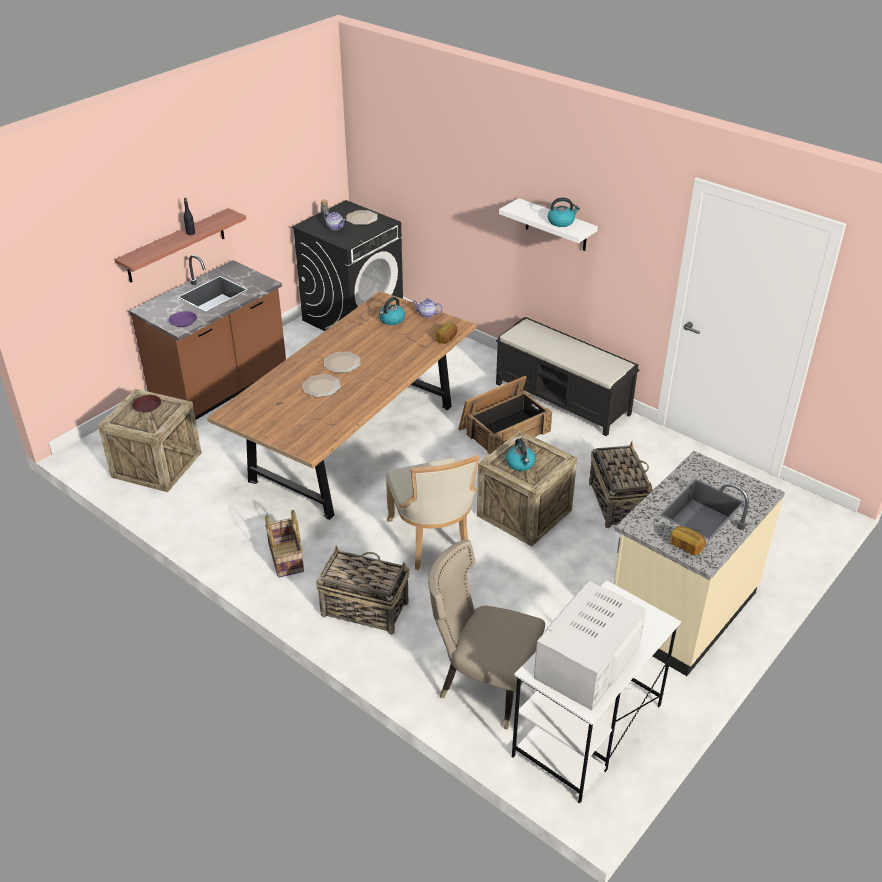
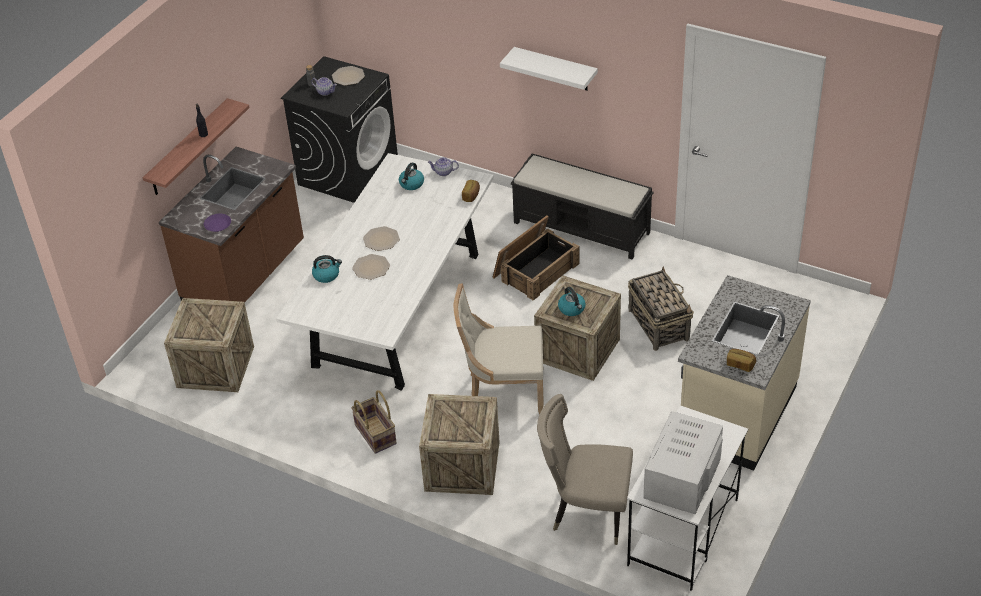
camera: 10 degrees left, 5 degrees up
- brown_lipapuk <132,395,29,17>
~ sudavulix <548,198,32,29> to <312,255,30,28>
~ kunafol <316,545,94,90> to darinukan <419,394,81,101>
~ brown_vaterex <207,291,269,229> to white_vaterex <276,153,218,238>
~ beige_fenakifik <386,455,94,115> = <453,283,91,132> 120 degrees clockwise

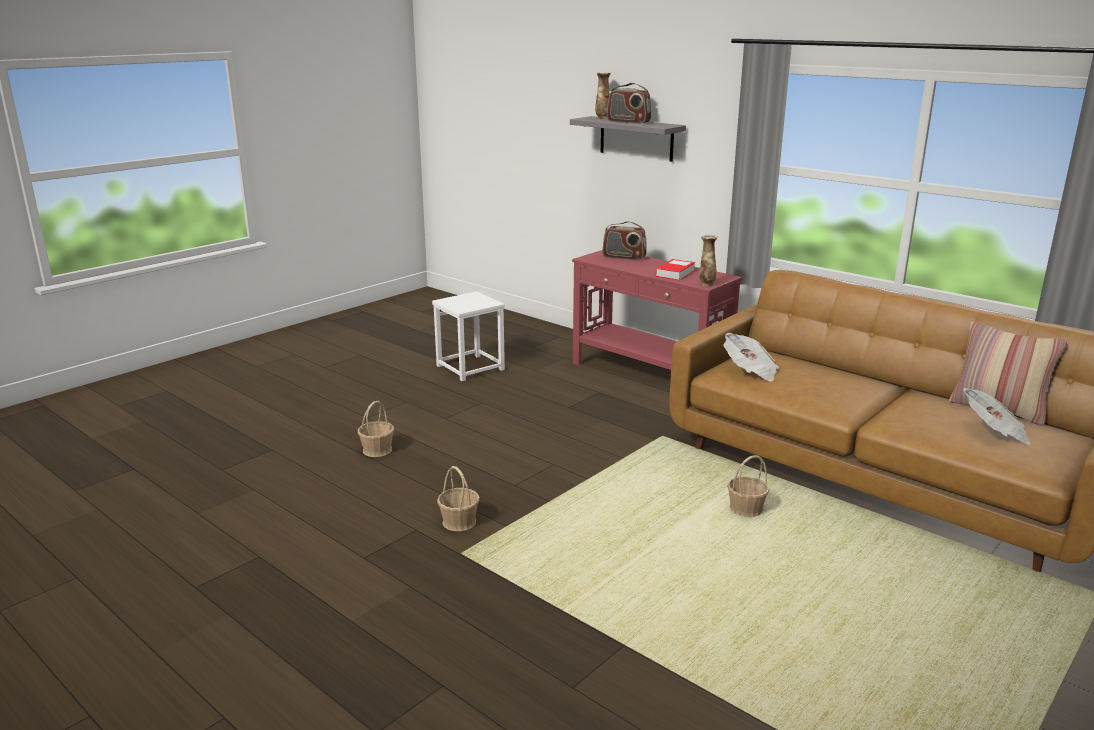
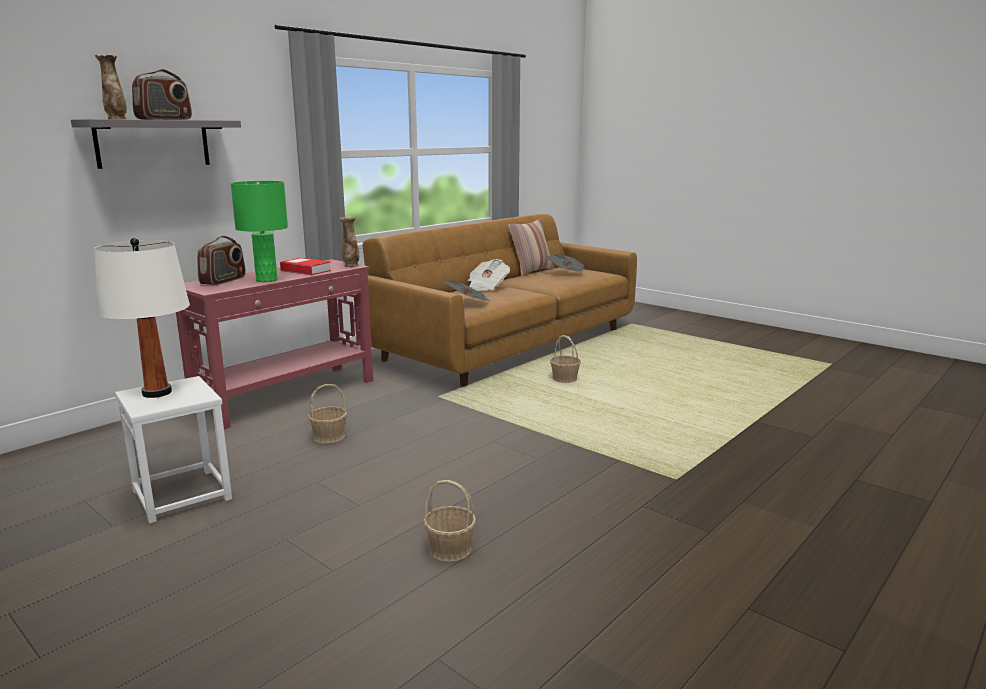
camera: 90 degrees left, 5 degrees down
+ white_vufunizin <94,238,96,160>
+ green_vufunizin <230,181,58,101>
+ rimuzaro <468,259,42,32>
~ kunafol <437,466,43,65> to <308,384,39,59>

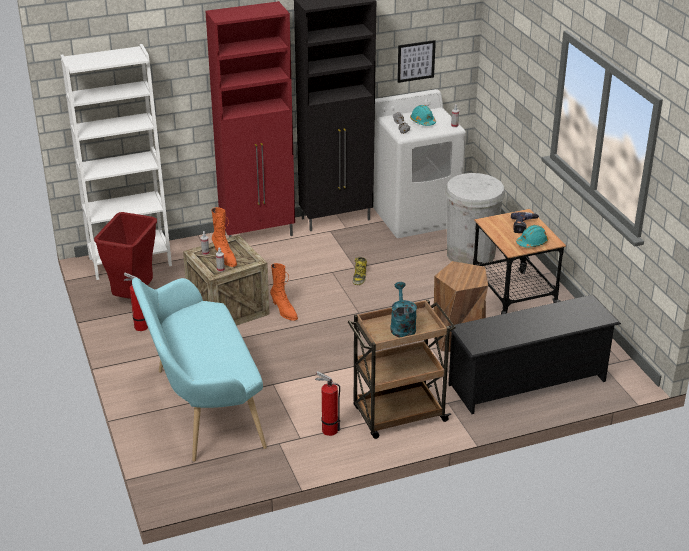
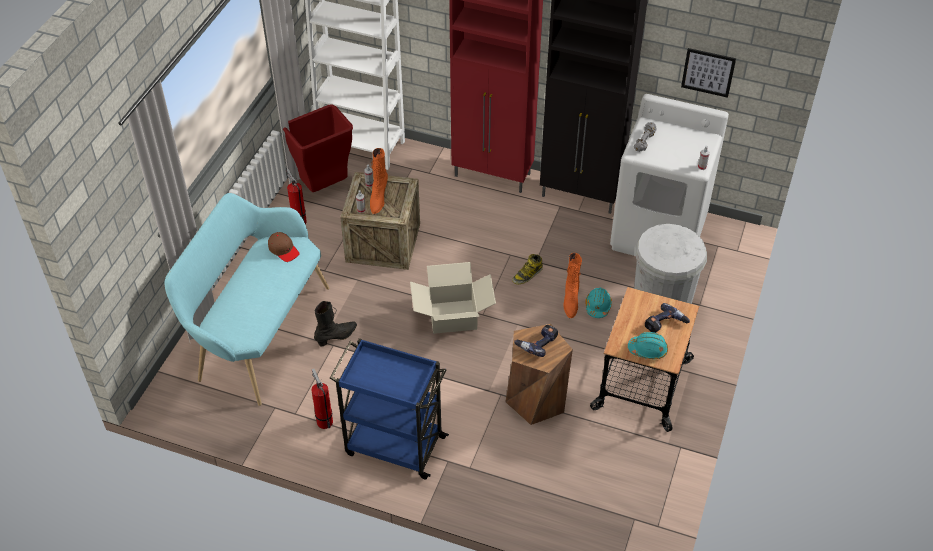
camera: 40 degrees right, 15 degrees up
- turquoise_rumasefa <390,282,27,56>
- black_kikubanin <448,294,173,120>
+ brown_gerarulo <268,232,31,30>
+ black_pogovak <314,301,43,46>
+ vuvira <410,262,86,72>
+ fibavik <514,325,44,32>
~ orange_pogovak <270,263,28,58> to <563,253,19,65>
~ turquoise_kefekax <410,105,26,21> to <585,288,27,30>
~ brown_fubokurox <348,299,108,140> to blue_fubokurox <330,338,119,141>

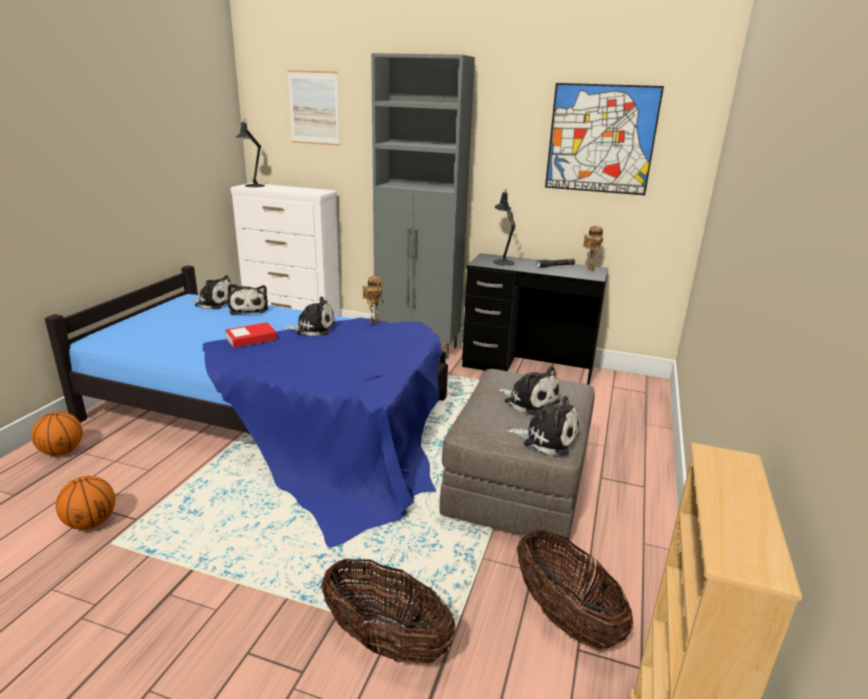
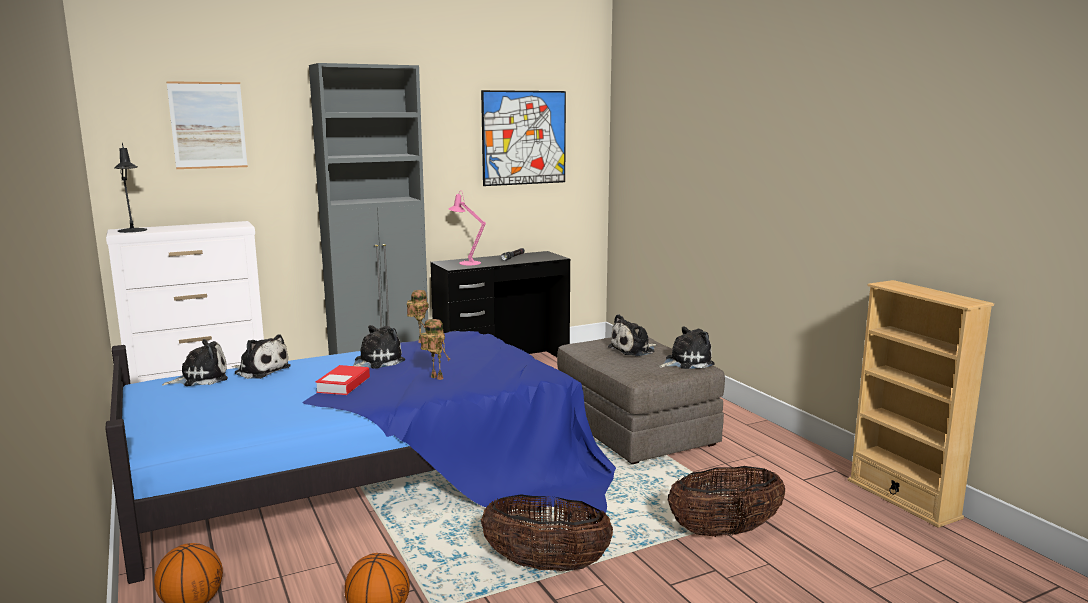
camera: 45 degrees left, 10 degrees down
~ kunafol <517,530,116,120> to <481,494,132,77>
~ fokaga <583,226,20,46> to <420,319,30,61>
~ black_vufunizin <493,189,23,77> to pink_vufunizin <449,192,37,73>
~ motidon <498,366,62,49> = <608,314,49,42> 150 degrees clockwise

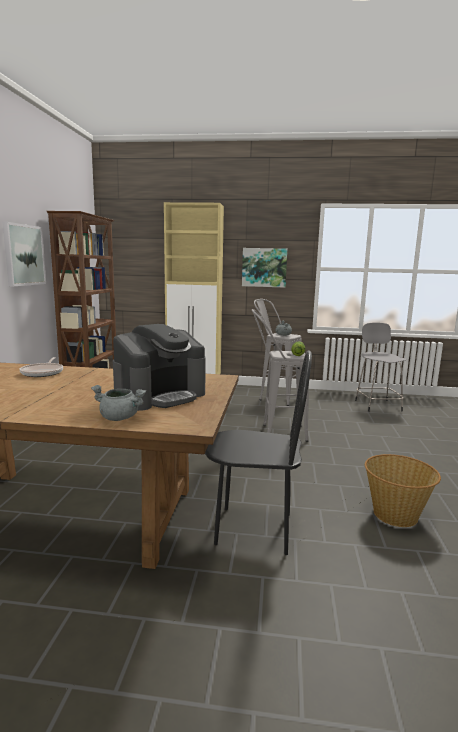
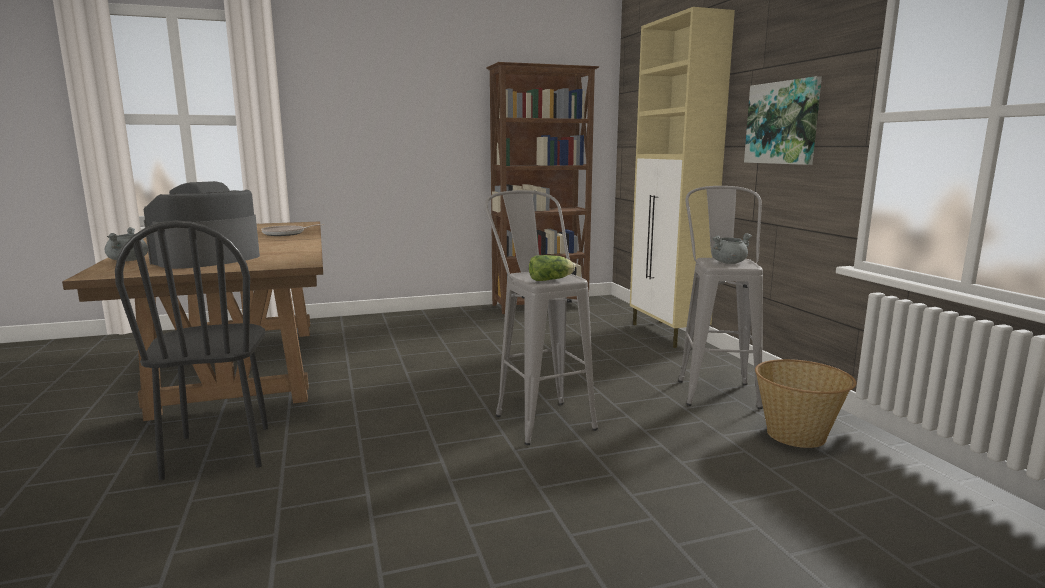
camera: 65 degrees right, 0 degrees up
- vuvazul <2,222,44,64>
- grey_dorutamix <355,323,51,89>
~ kunafol <365,454,76,73> to <755,359,102,89>
~ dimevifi <113,324,93,87> = <144,181,116,88> 105 degrees clockwise

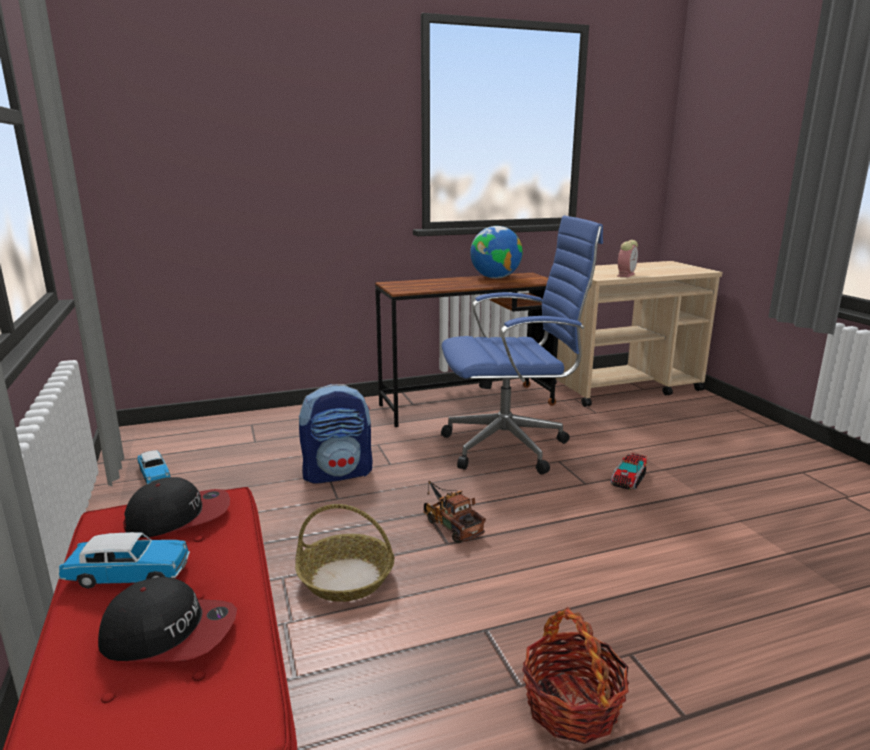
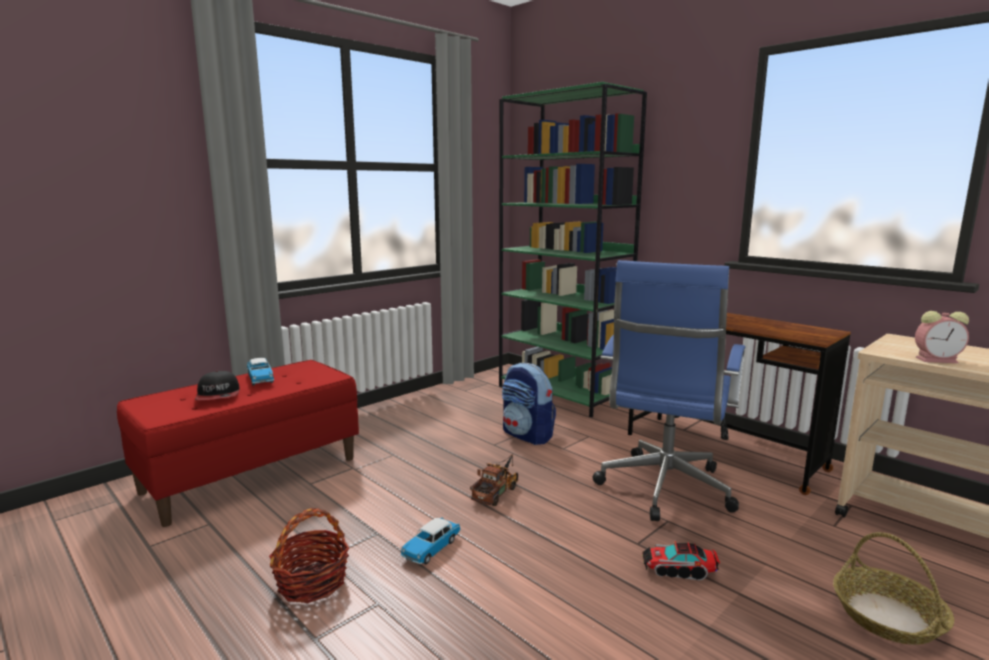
camera: 65 degrees right, 5 degrees down
- gerarulo <124,477,106,61>
- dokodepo <470,226,52,53>
+ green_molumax <499,82,148,336>
~ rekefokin <137,450,33,35> to <401,518,60,46>
~ kunafol <295,504,100,98> to <833,532,121,113>
~ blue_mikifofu <441,215,162,260> = <593,260,152,261> 60 degrees clockwise

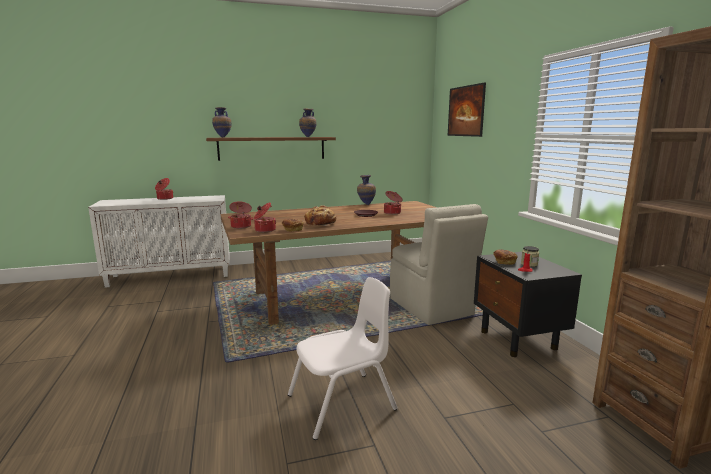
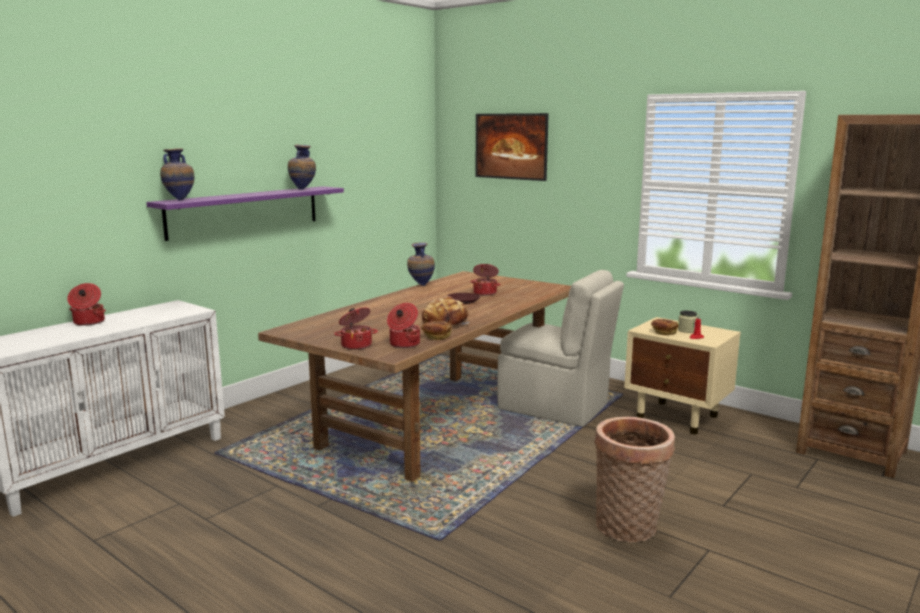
camera: 35 degrees left, 0 degrees up
~ white_fenakifik <288,277,110,163> to kunafol <594,417,81,125>
~ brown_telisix <206,137,130,24> to purple_telisix <146,186,198,55>
~ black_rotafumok <474,252,108,105> to beige_rotafumok <624,317,117,117>

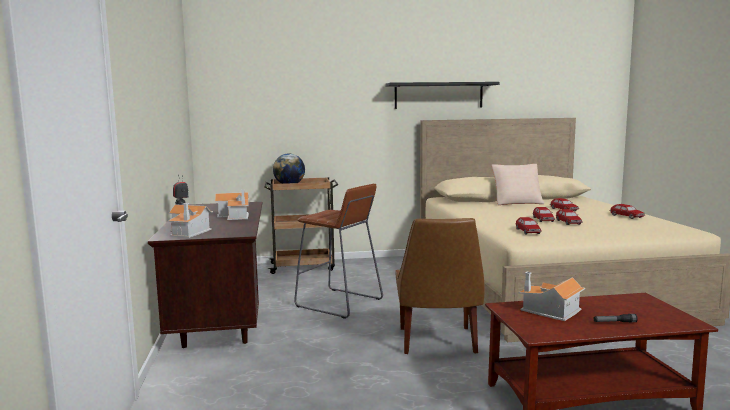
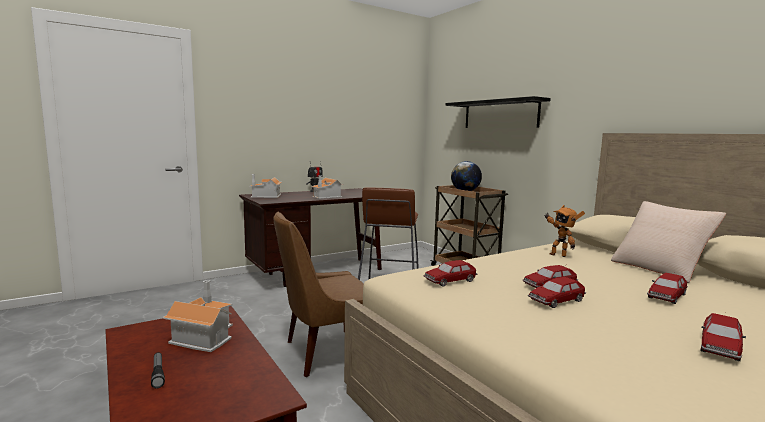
camera: 65 degrees right, 0 degrees up
+ fokaga <545,205,40,52>
~ black_telisix <385,82,114,27> to <445,96,106,32>

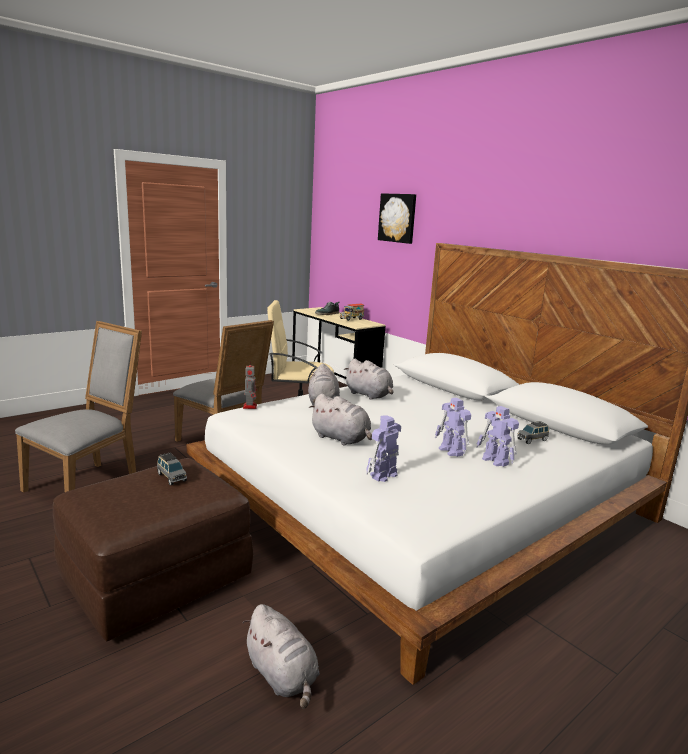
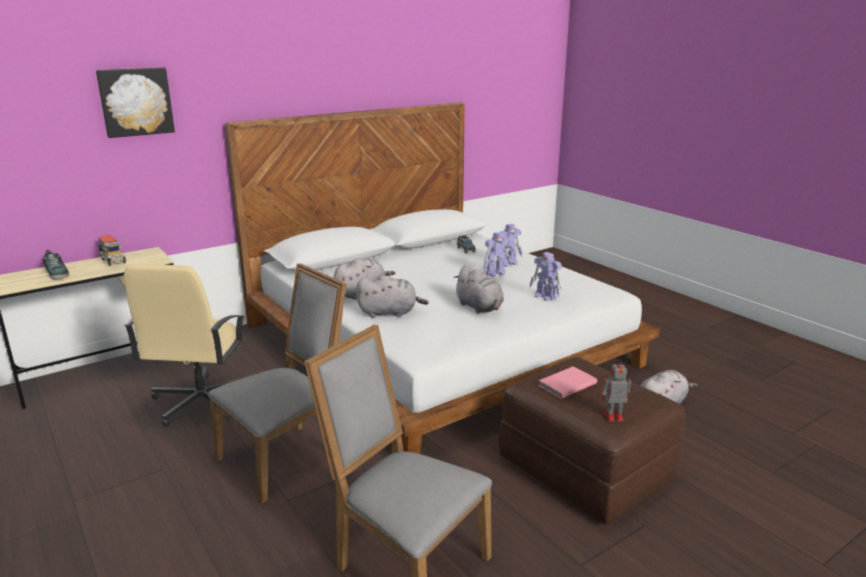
camera: 85 degrees left, 5 degrees up
~ fokaga <243,365,14,44> to <601,359,30,62>
~ grey_rekefokin <157,453,30,33> to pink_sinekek <538,366,59,33>
~ grey_motidon <309,394,63,52> = <453,266,51,47> 105 degrees clockwise

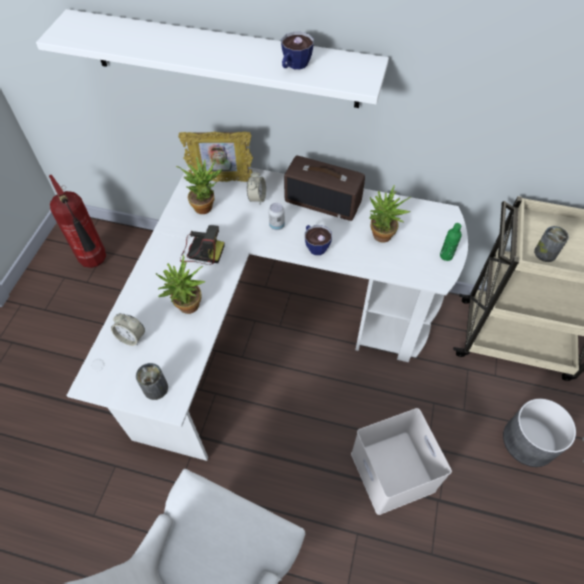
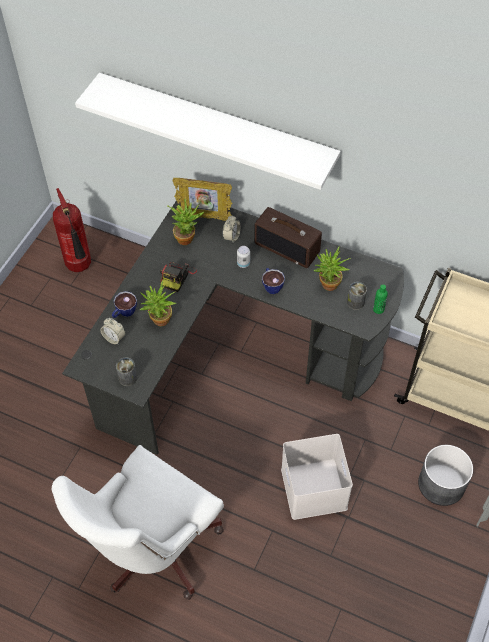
camera: 10 degrees right, 0 degrees up
~ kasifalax <281,32,33,38> to <112,291,25,27>
~ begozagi <534,226,35,36> to <347,282,20,28>
~ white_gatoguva <66,161,402,300> to black_gatoguva <62,200,342,255>
~ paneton <180,225,44,40> = <160,262,37,30> 90 degrees clockwise

